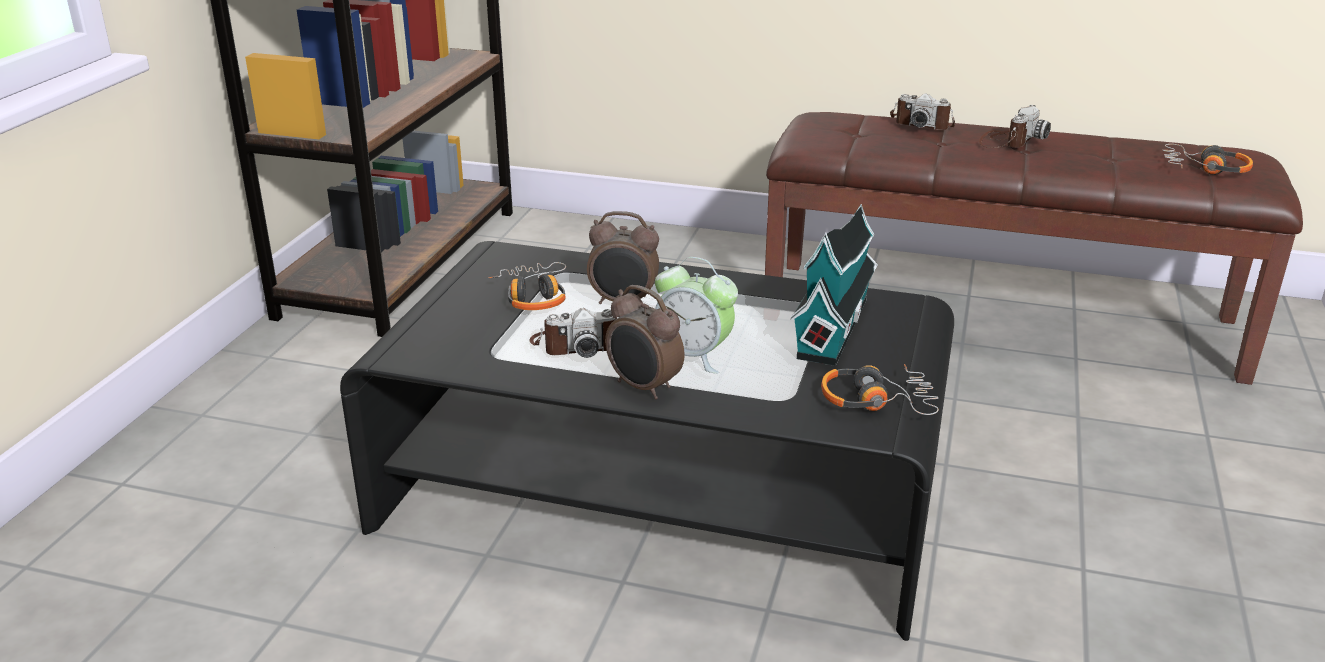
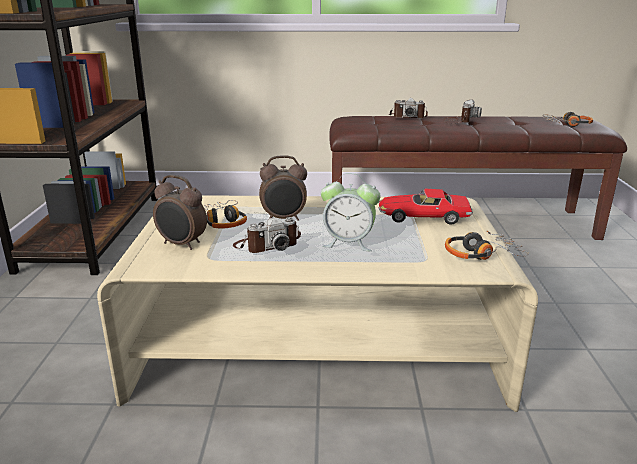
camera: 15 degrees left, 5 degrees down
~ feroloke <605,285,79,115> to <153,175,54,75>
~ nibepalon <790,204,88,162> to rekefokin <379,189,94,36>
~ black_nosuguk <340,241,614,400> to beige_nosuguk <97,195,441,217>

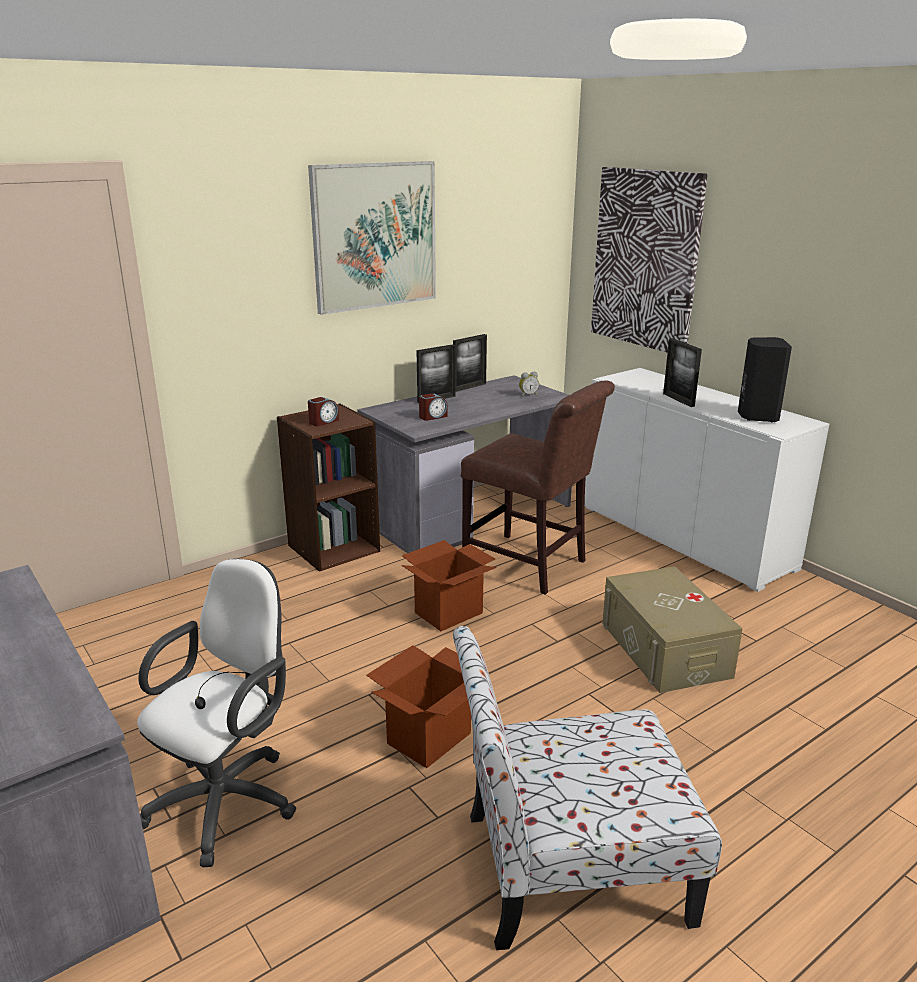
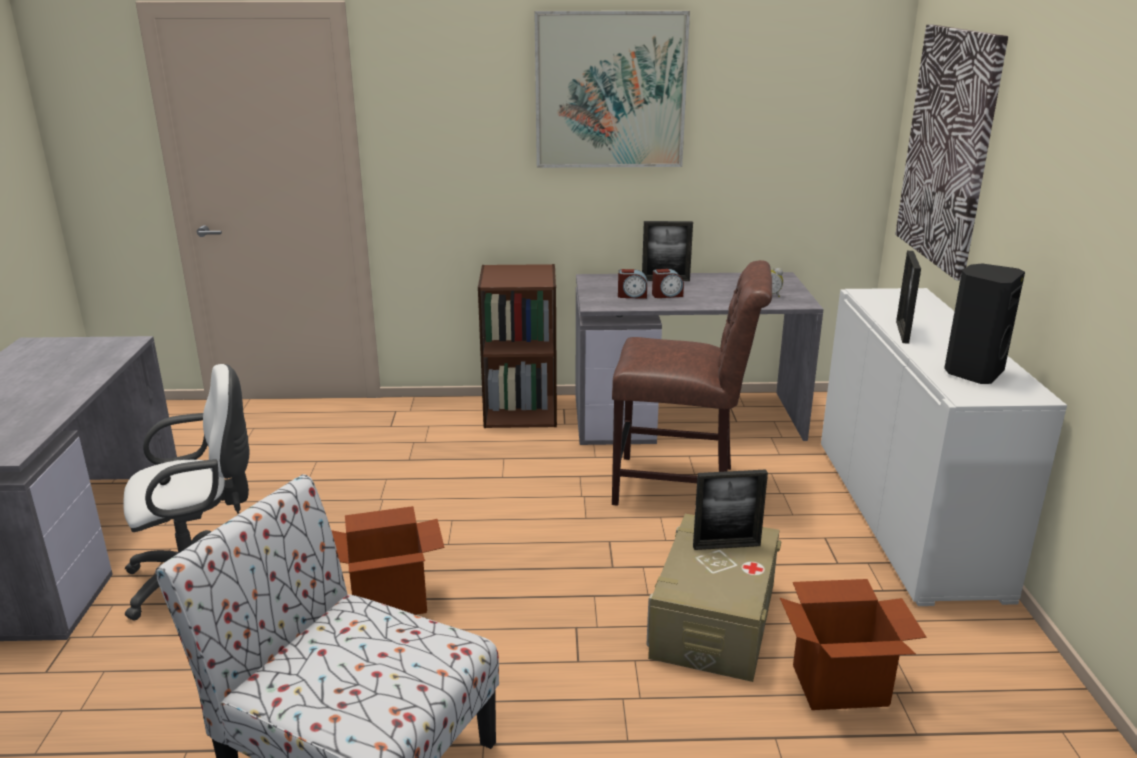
camera: 35 degrees right, 0 degrees up
~ feroloke <308,397,31,29> to <652,269,32,29>
~ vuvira <401,540,96,91> to <780,579,147,131>
~ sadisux <453,334,34,58> to <693,469,75,81>
~ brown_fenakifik <461,381,154,214> = <612,260,160,246> 60 degrees counterclockwise

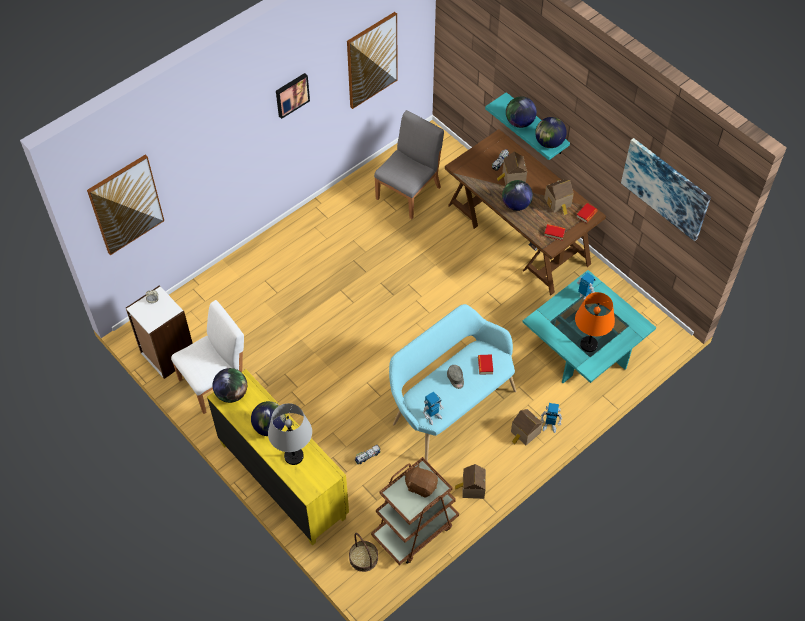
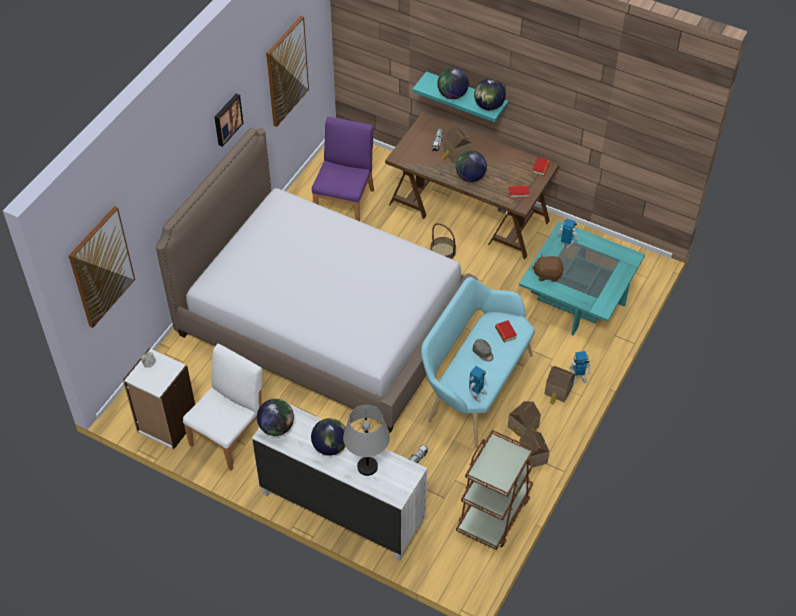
camera: 20 degrees left, 5 degrees down
- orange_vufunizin <575,292,40,60>
- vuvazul <621,138,90,103>
+ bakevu <156,128,321,305>
~ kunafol <349,533,29,39> to <430,223,26,36>
~ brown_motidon <404,463,34,34> to <532,254,32,28>
~ nibepalon <544,179,30,36> to <508,401,33,36>
~ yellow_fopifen <207,369,142,176> to white_fopifen <252,404,175,157>
~ grey_fenakifik <374,110,70,109> to purple_fenakifik <312,117,62,104>

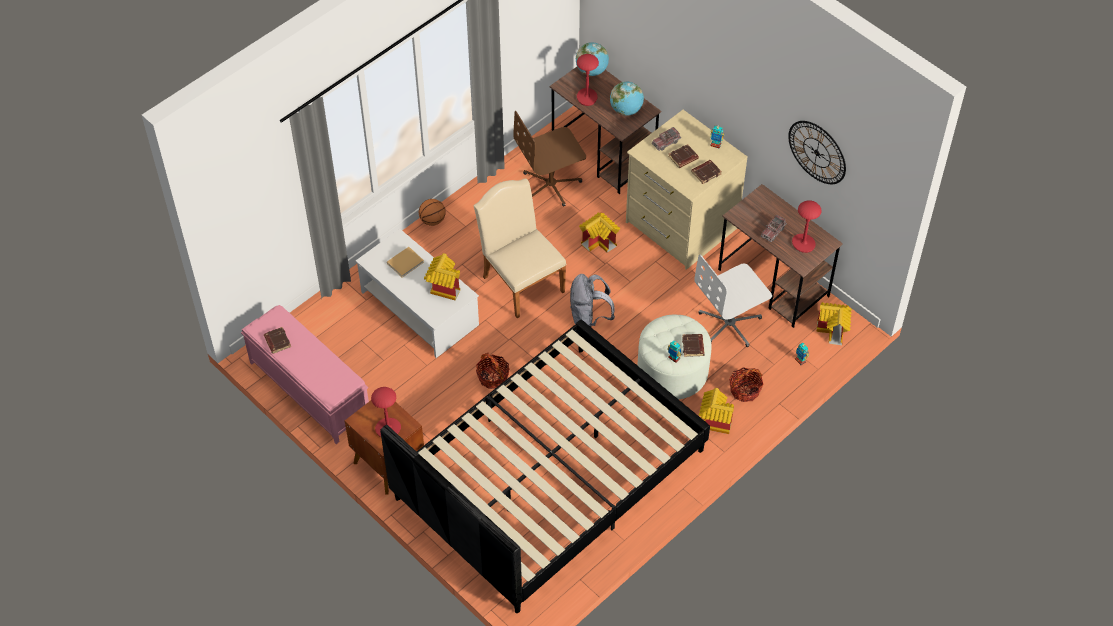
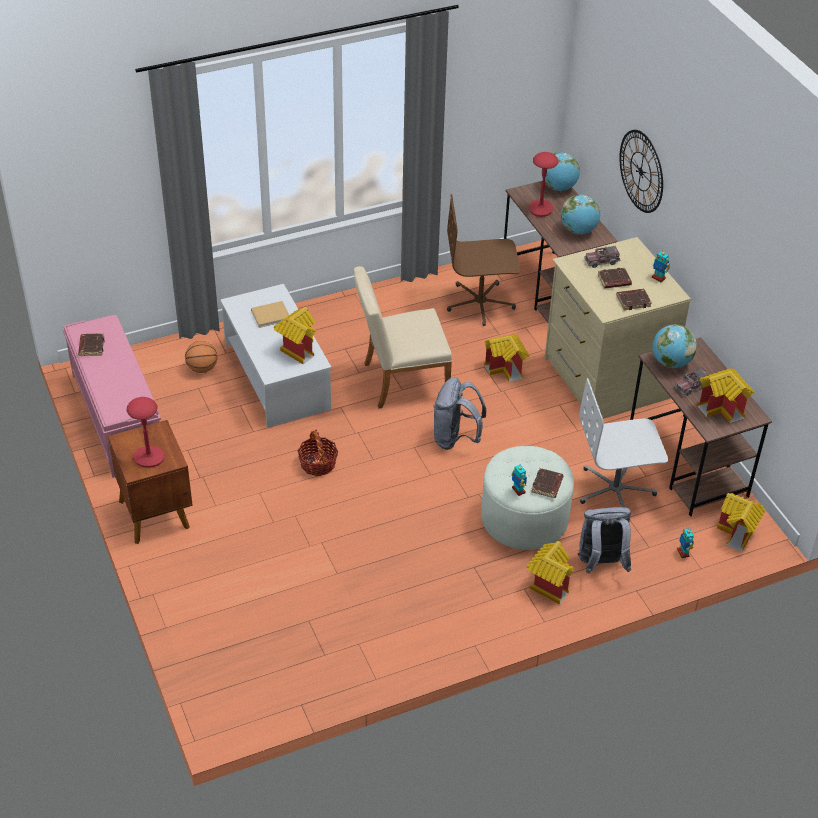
camera: 20 degrees right, 10 degrees down
- black_bakevu <380,319,330,294>
+ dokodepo <652,324,45,44>
~ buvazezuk <419,199,27,27> to <185,341,33,32>
~ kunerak <788,121,58,63> to <619,130,44,83>
~ kunafol <729,367,35,35> to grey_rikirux <577,507,54,67>
~ red_vufunizin <792,200,30,53> to nibepalon <697,368,57,55>
~ beige_fenakifik <474,178,93,140> = <354,266,98,143> 90 degrees counterclockwise

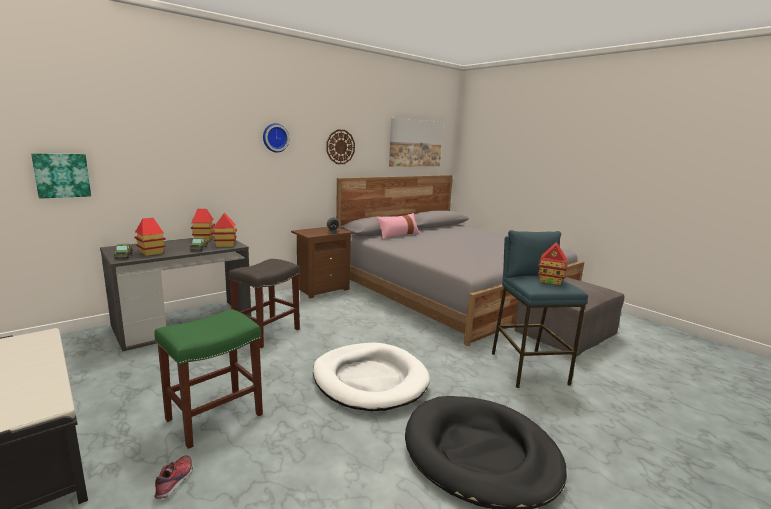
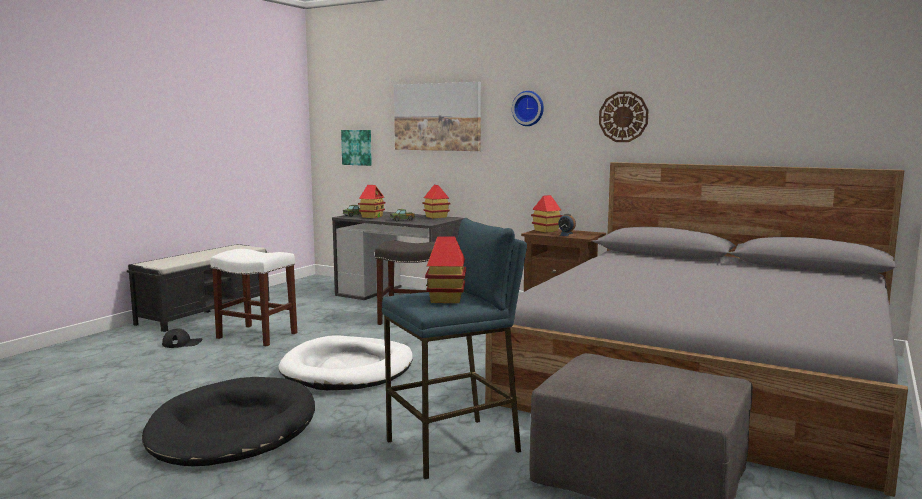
camera: 70 degrees right, 5 degrees down
- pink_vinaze <376,213,44,26>
~ nibepalon <212,213,25,34> to <531,195,32,38>
~ vuvazul <389,118,54,49> to <394,82,87,69>
~ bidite <154,455,39,44> to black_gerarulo <162,329,41,19>
~ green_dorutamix <155,309,108,140> to white_dorutamix <210,249,87,97>

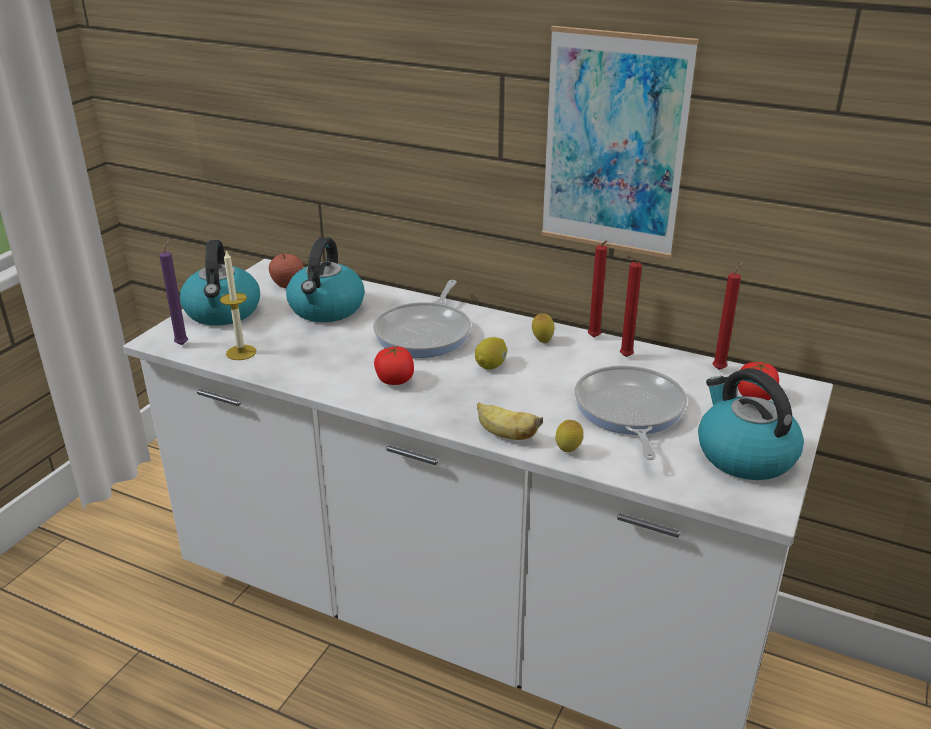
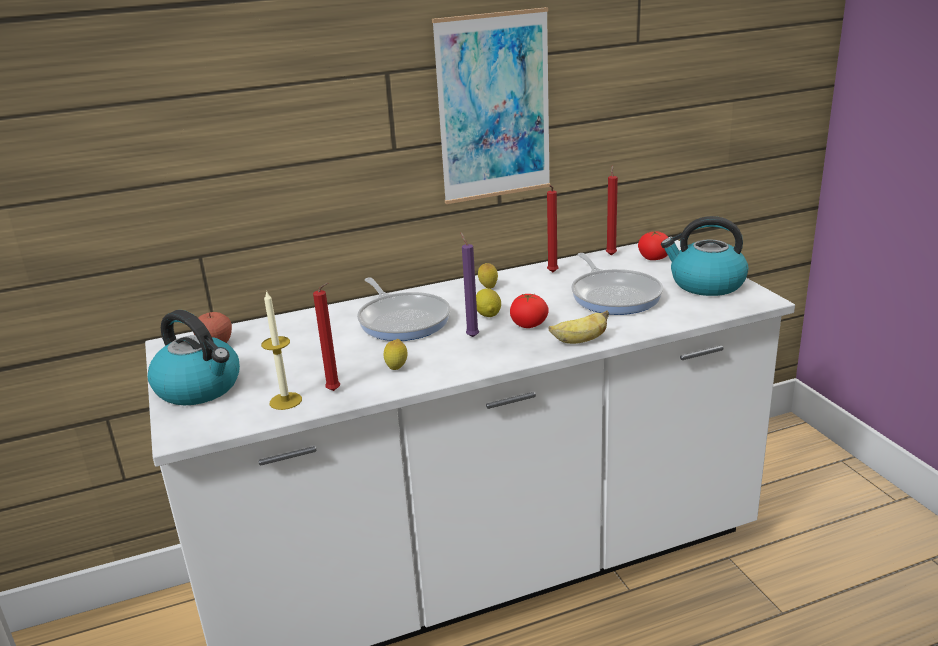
camera: 45 degrees left, 5 degrees down
- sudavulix <286,237,79,85>
~ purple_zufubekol <159,238,29,107> to <461,232,18,105>
~ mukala <374,346,40,39> to <510,294,39,34>
~ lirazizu <555,420,28,32> to <384,339,23,31>
~ red_zufubekol <588,241,19,96> to <313,283,27,108>
~ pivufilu <575,365,112,95> = <571,253,92,62> 150 degrees counterclockwise

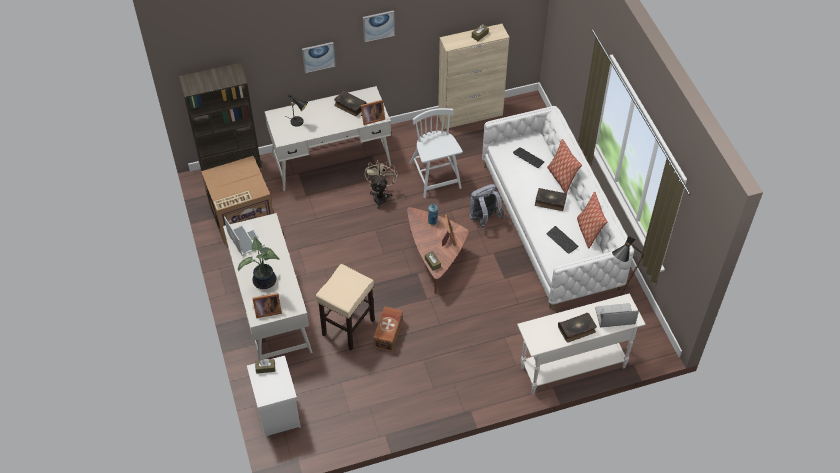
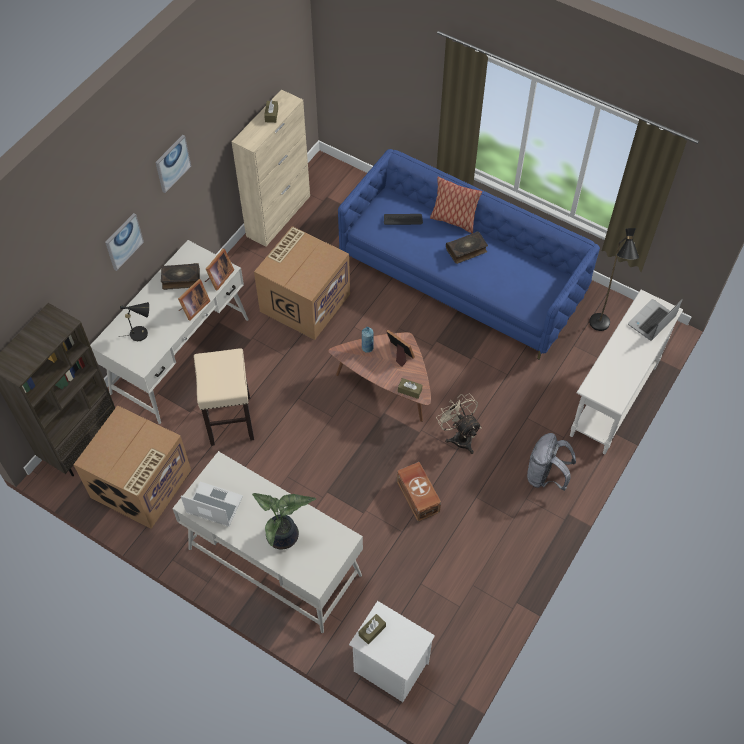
camera: 40 degrees left, 5 degrees up
- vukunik <547,226,31,28>
- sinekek <558,313,39,30>
- vinaze <577,192,30,56>
~ sadisux <252,293,30,25> to <178,279,32,42>
~ beige_dorutamix <316,264,59,87> to <194,348,60,98>
~ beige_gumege <365,161,33,48> to <436,394,46,60>
~ grey_rikirux <469,184,35,44> to <527,433,49,58>
~ white_fenakifik <409,108,54,90> to vuvira <254,226,96,114>
~ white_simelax <482,106,152,203> to blue_simelax <338,149,262,210>

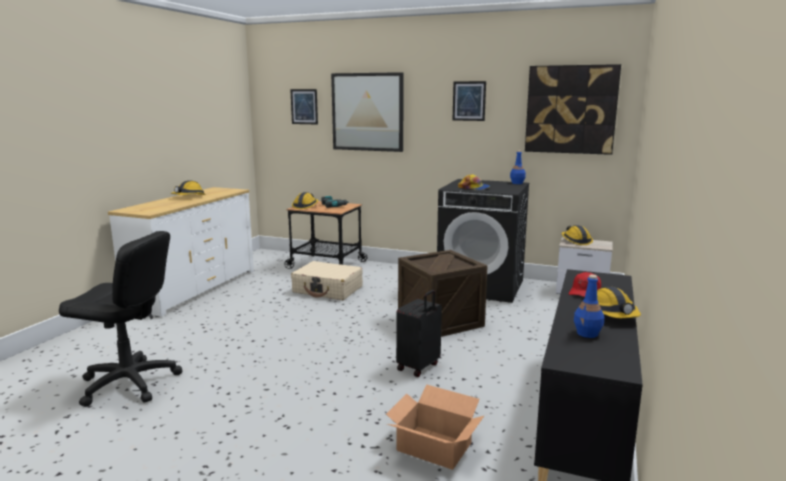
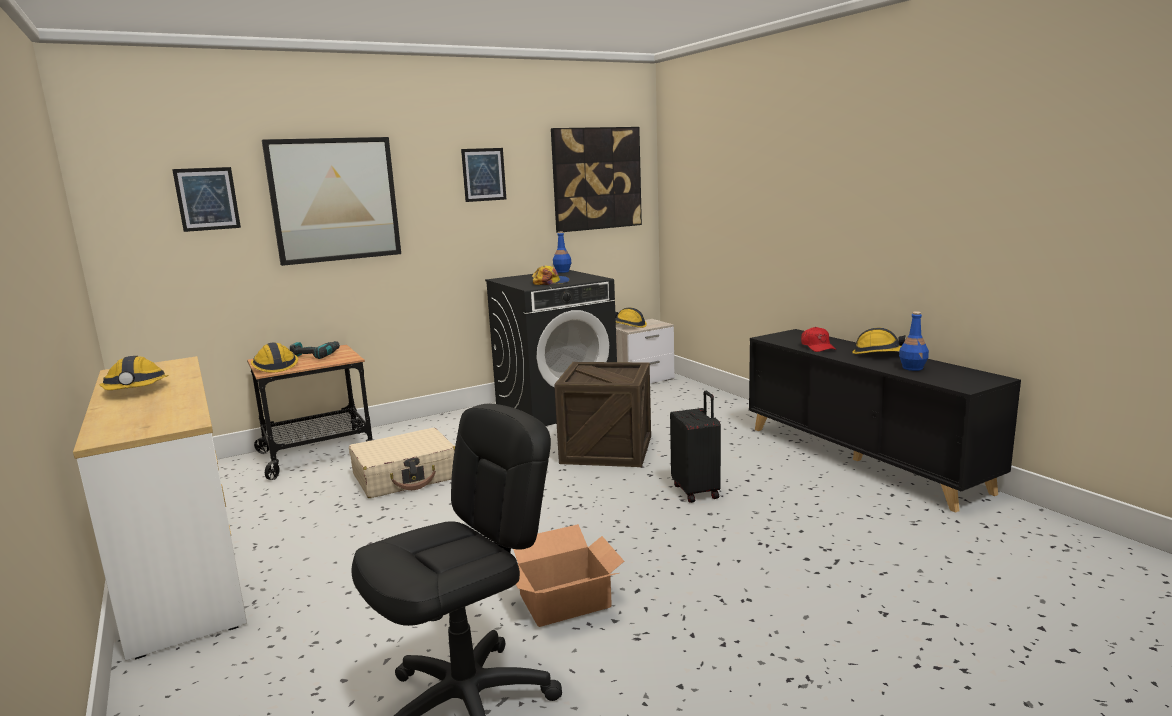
camera: 50 degrees left, 0 degrees up
~ vuvira <386,385,98,85> to <513,524,111,103>

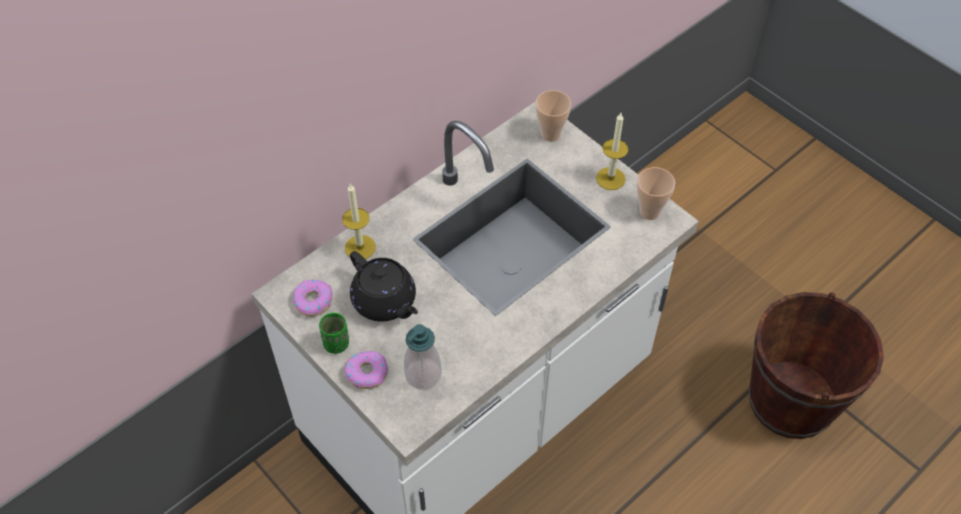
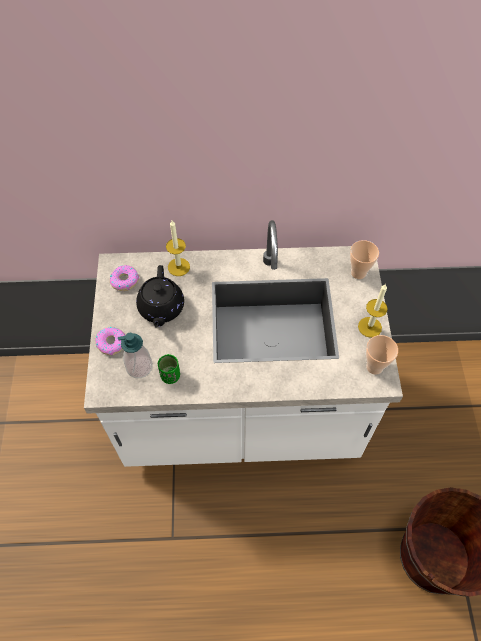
camera: 40 degrees right, 5 degrees up
~ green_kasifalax <319,313,30,41> to <158,354,22,30>

